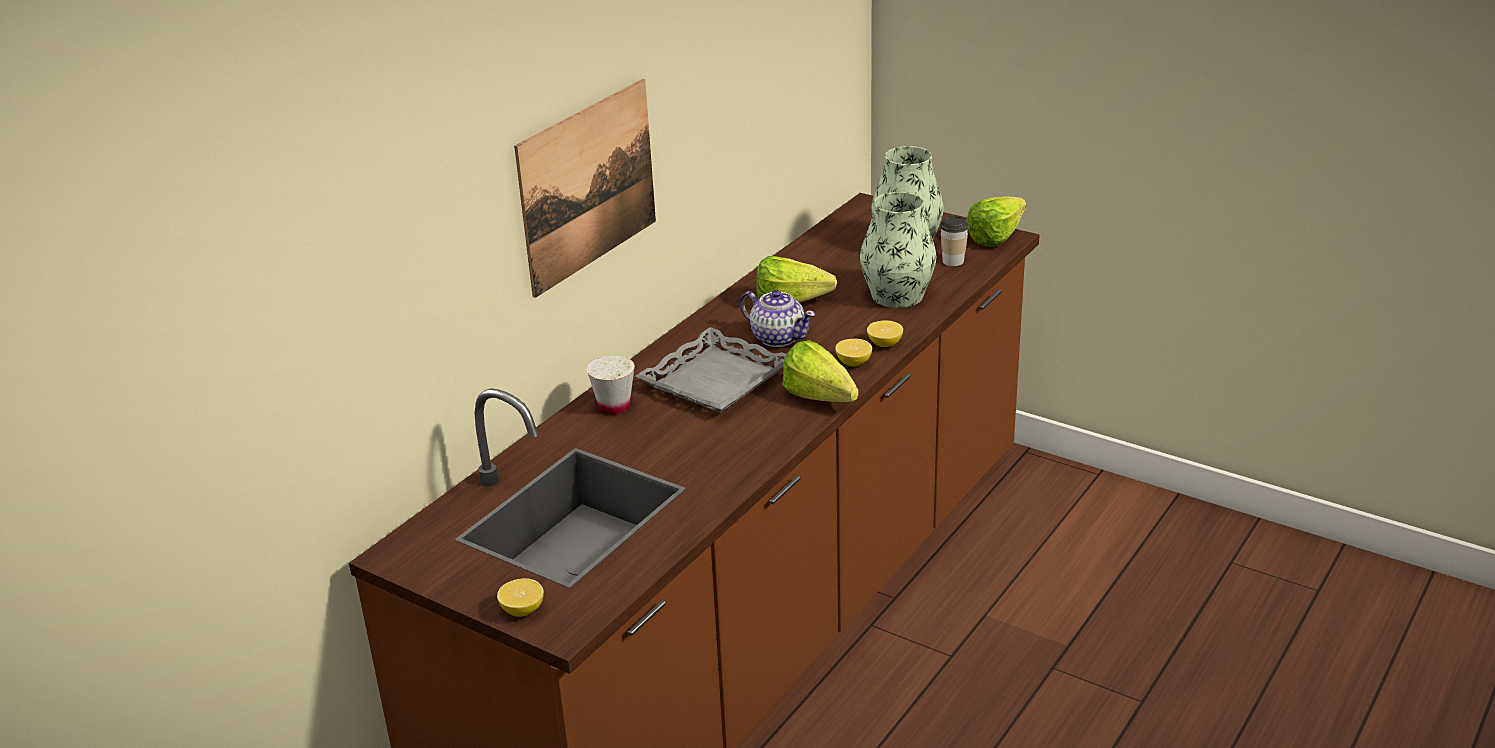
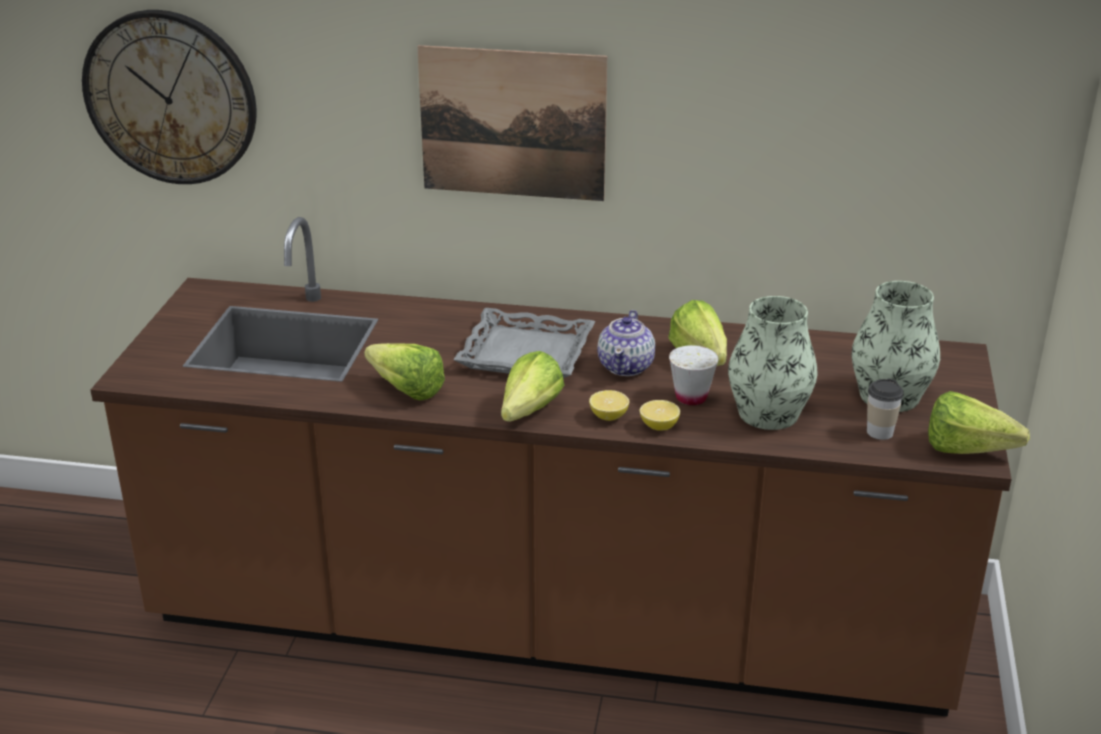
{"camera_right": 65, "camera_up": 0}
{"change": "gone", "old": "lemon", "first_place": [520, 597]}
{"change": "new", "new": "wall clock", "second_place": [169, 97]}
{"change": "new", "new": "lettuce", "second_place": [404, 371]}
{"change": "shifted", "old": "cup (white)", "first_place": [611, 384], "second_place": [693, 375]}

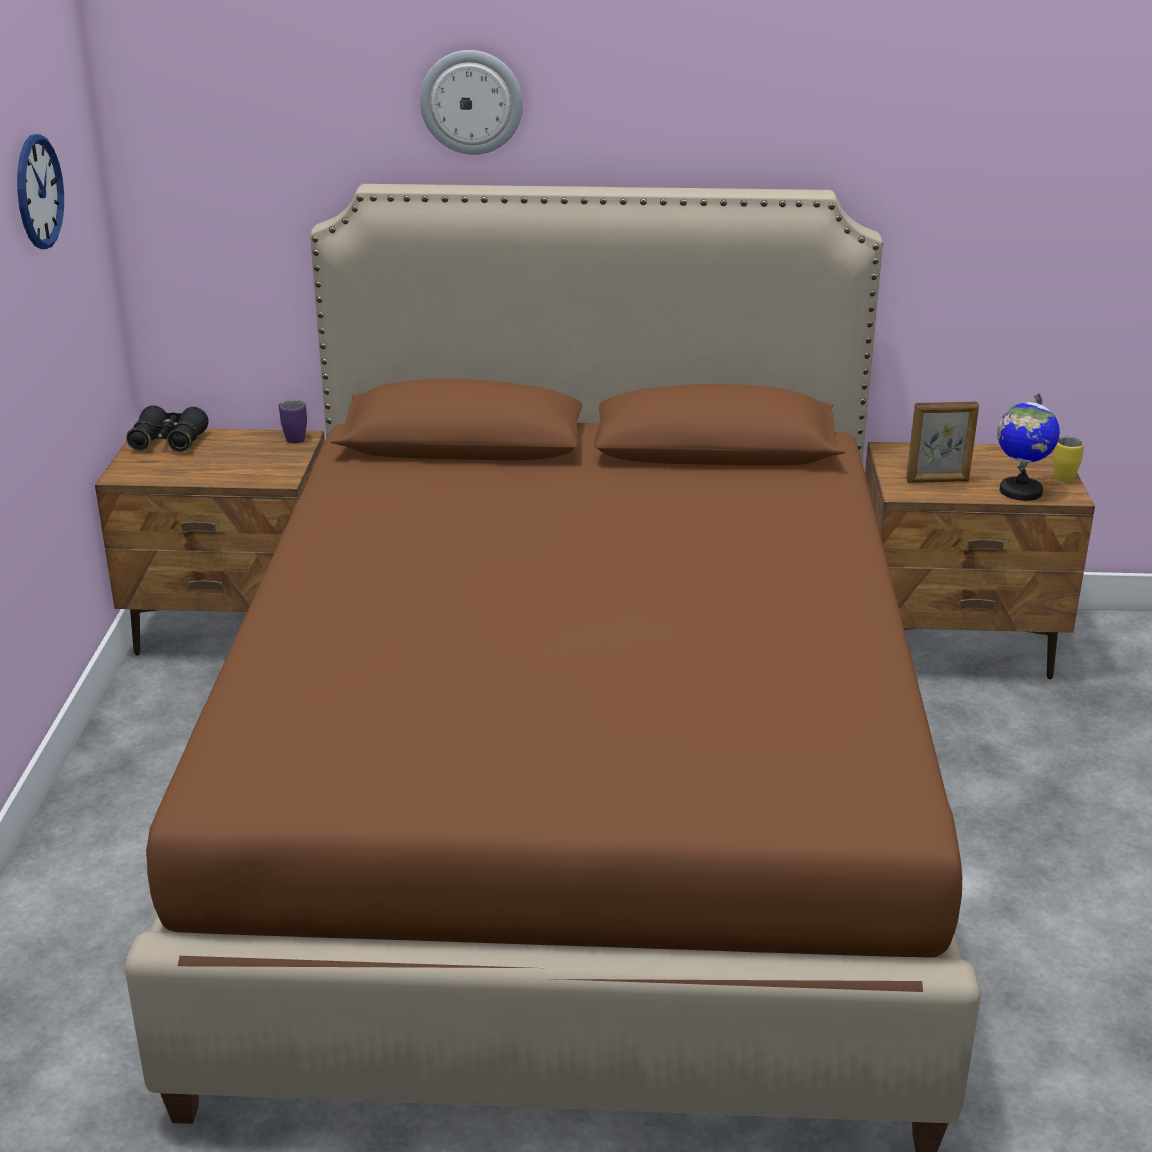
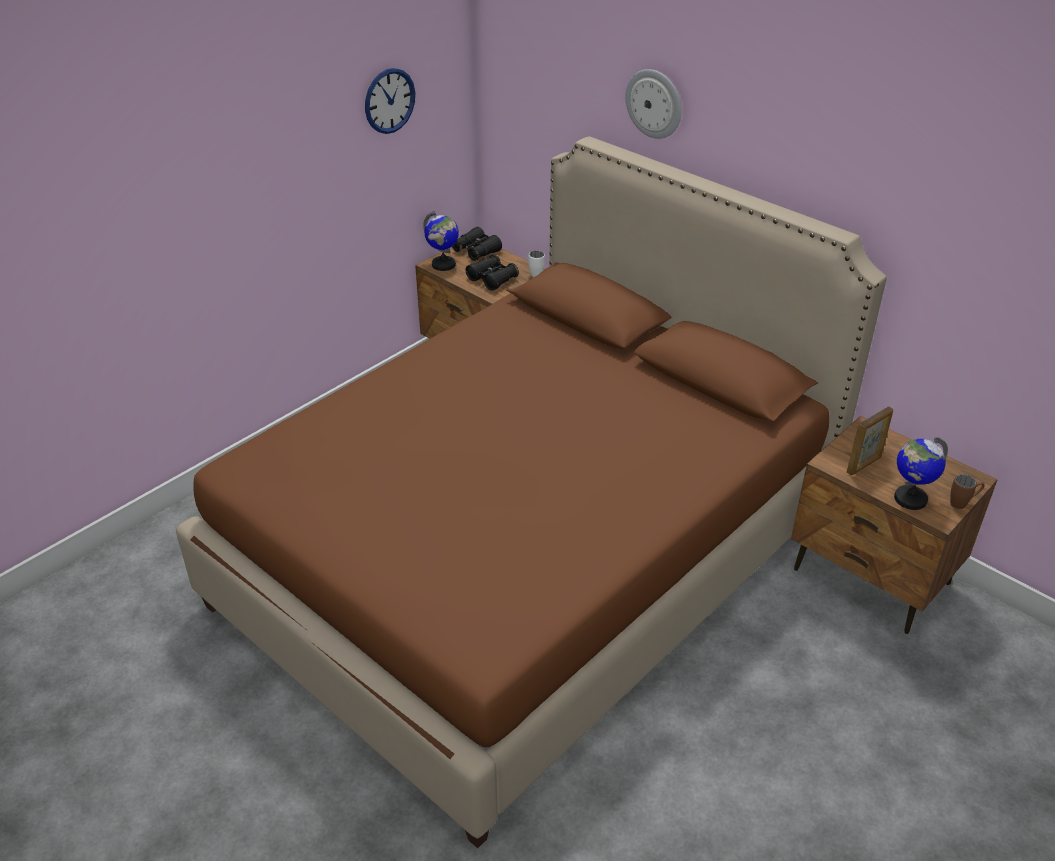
{"camera_right": 40, "camera_up": 10}
{"change": "new", "new": "globe", "second_place": [441, 241]}
{"change": "new", "new": "binoculars (black)", "second_place": [492, 272]}
{"change": "repainted", "old": "mug (purple)", "new": "mug (white)", "first_place": [293, 421], "second_place": [537, 263]}
{"change": "repainted", "old": "mug (yellow)", "new": "mug (brown)", "first_place": [1068, 459], "second_place": [967, 491]}
{"change": "rotated", "old": "picture frame", "first_place": [942, 442], "second_place": [870, 441], "degrees": -75}

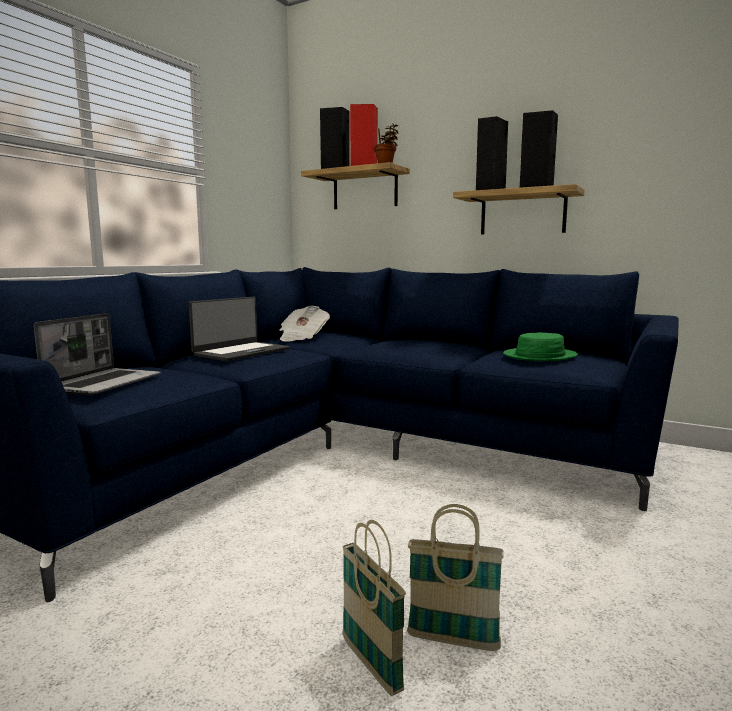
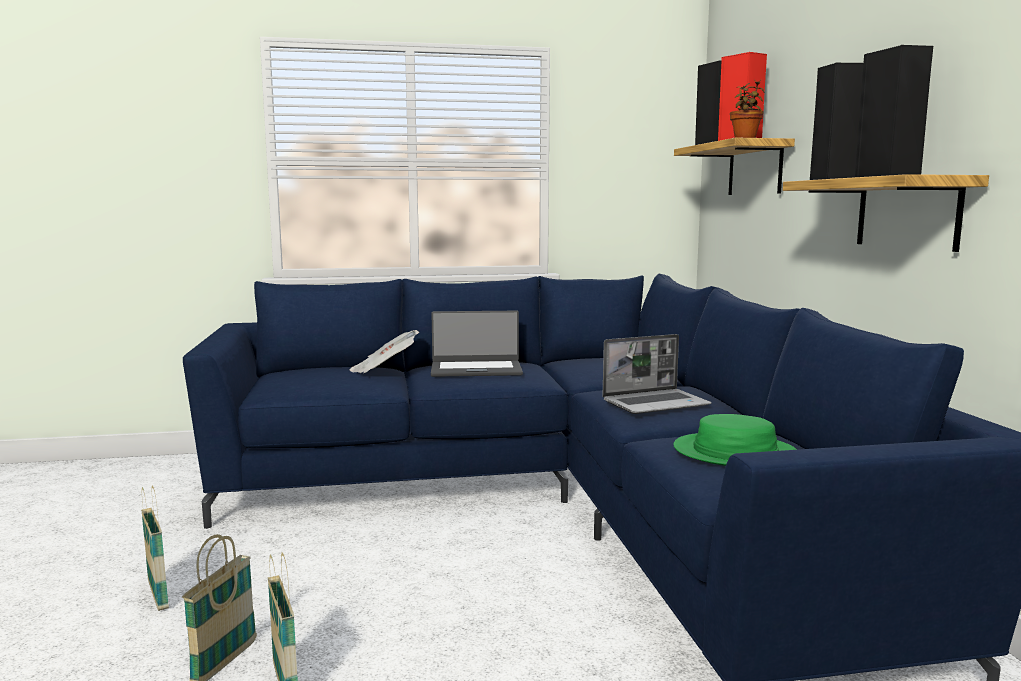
{"camera_right": 50, "camera_up": 0}
{"change": "new", "new": "basket", "second_place": [155, 548]}
{"change": "shifted", "old": "laptop", "first_place": [97, 354], "second_place": [657, 374]}
{"change": "shifted", "old": "newspaper", "first_place": [304, 324], "second_place": [384, 351]}

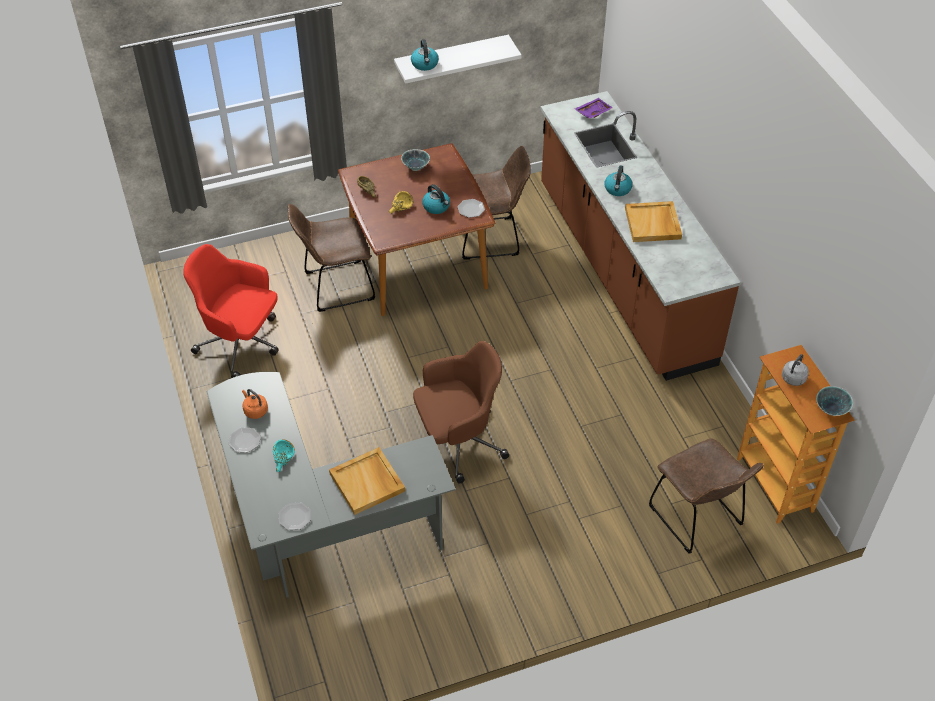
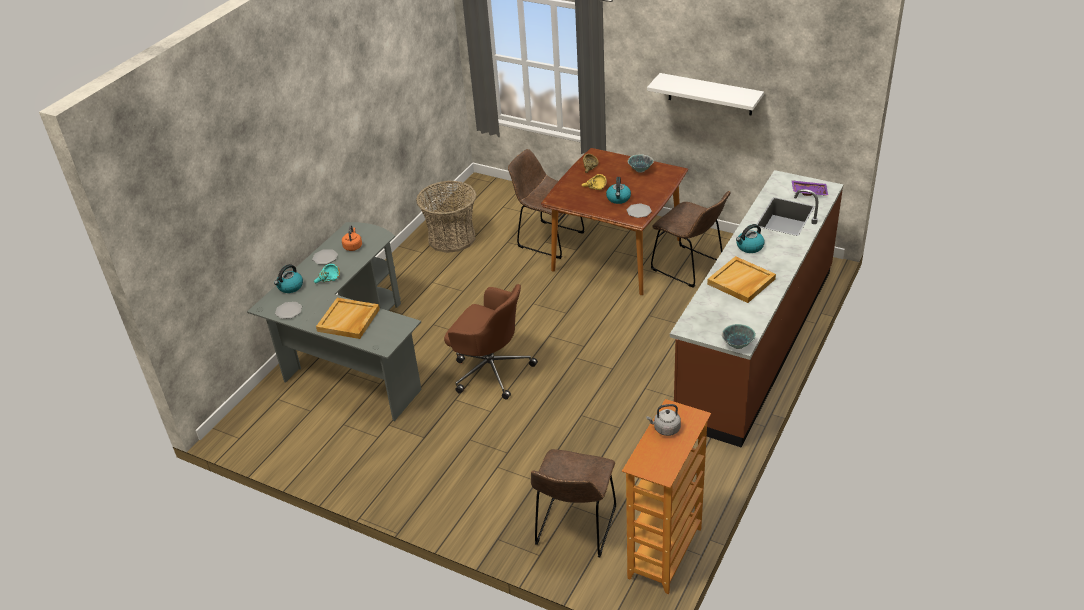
{"camera_right": 50, "camera_up": -10}
{"change": "shifted", "old": "kettle", "first_place": [425, 55], "second_place": [288, 278]}
{"change": "shifted", "old": "bowl", "first_place": [834, 401], "second_place": [738, 336]}
{"change": "swapped", "old": "office chair (red)", "new": "basket", "first_place": [231, 311], "second_place": [446, 217]}

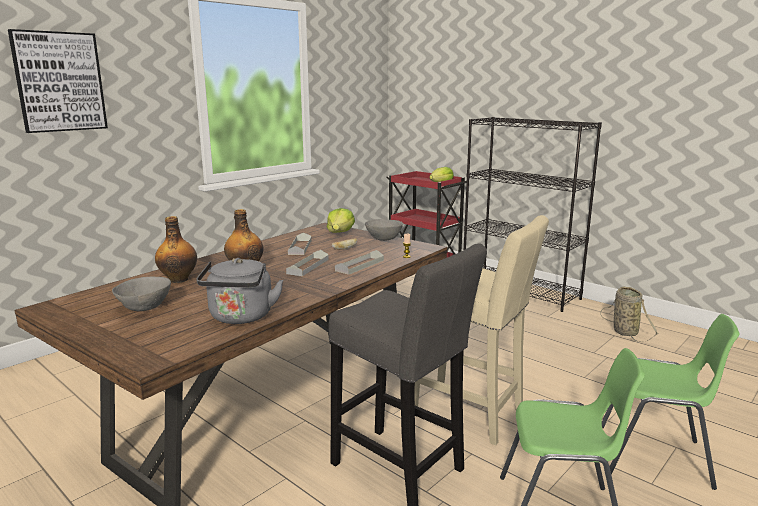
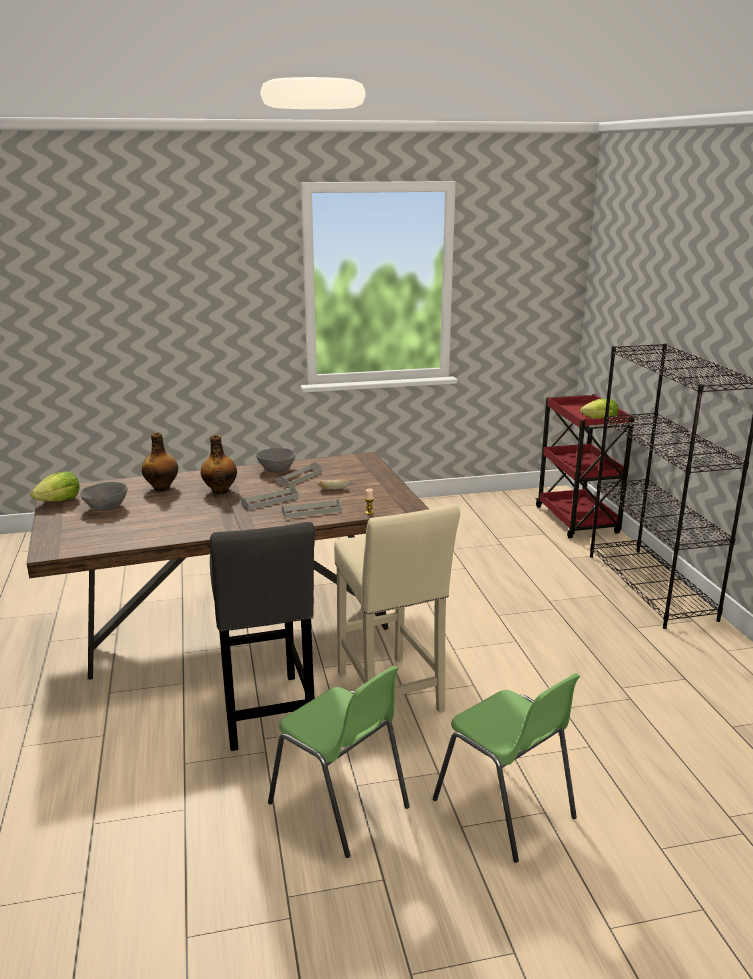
{"camera_right": 35, "camera_up": 5}
{"change": "gone", "old": "picture", "first_place": [58, 81]}
{"change": "gone", "old": "kettle (grey)", "first_place": [240, 291]}
{"change": "gone", "old": "basket", "first_place": [629, 314]}
{"change": "shifted", "old": "lettuce", "first_place": [341, 220], "second_place": [55, 486]}
{"change": "shifted", "old": "bowl (grey)", "first_place": [384, 230], "second_place": [276, 460]}

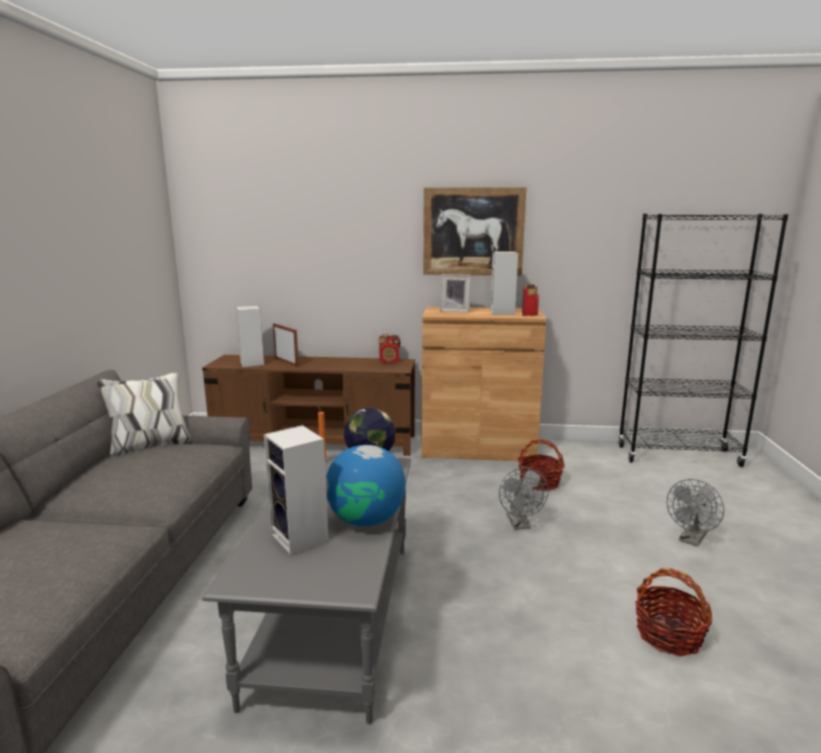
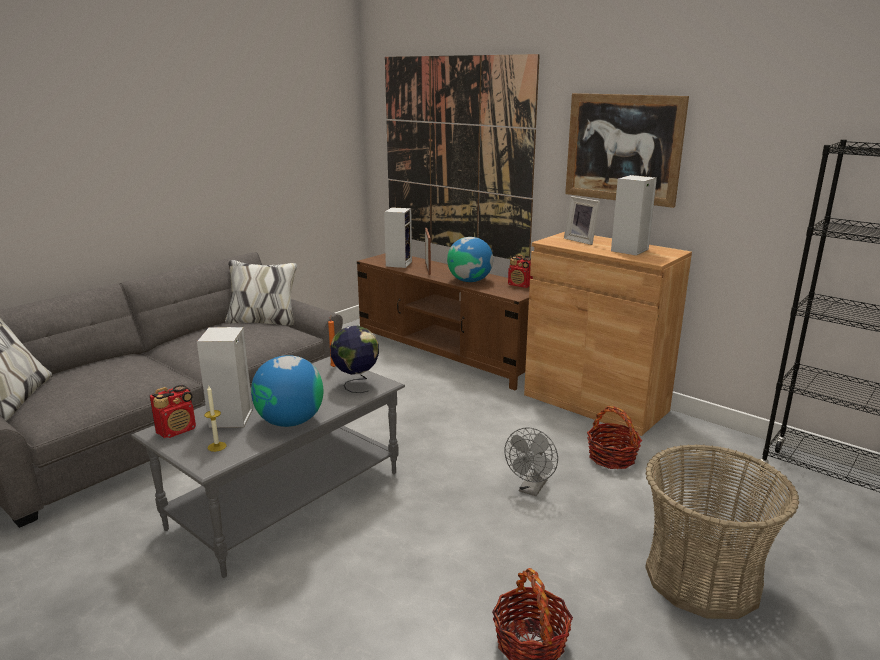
{"camera_right": 35, "camera_up": 5}
{"change": "new", "new": "candle", "second_place": [215, 419]}
{"change": "new", "new": "picture", "second_place": [462, 156]}
{"change": "new", "new": "globe", "second_place": [470, 259]}
{"change": "shifted", "old": "radio", "first_place": [530, 300], "second_place": [173, 411]}
{"change": "swapped", "old": "fan (grey)", "new": "basket", "first_place": [695, 513], "second_place": [722, 531]}

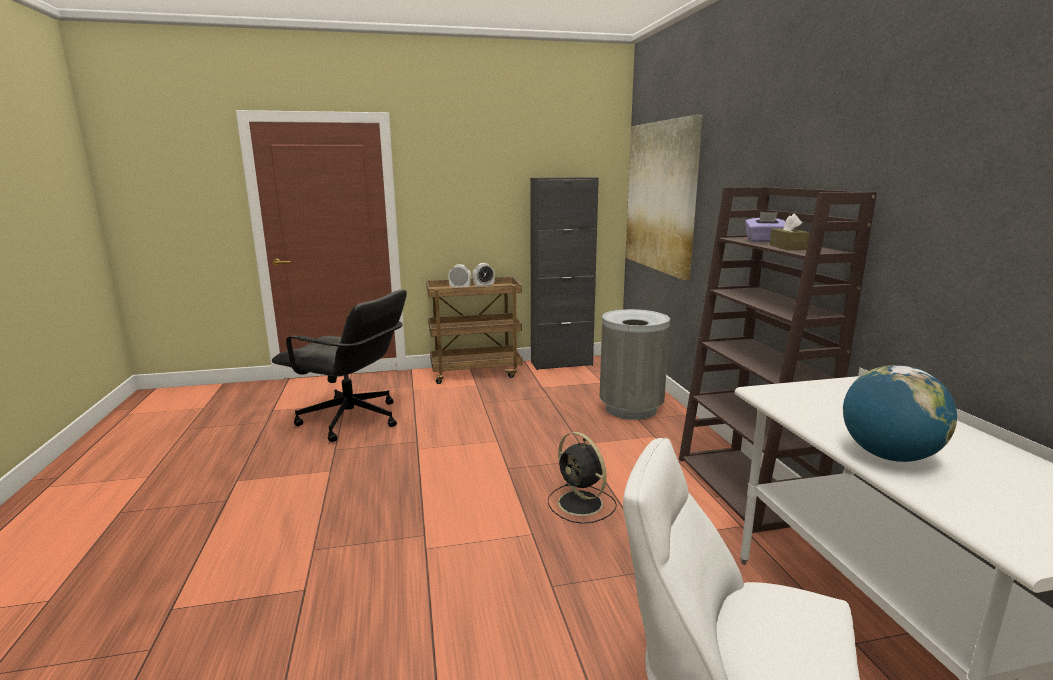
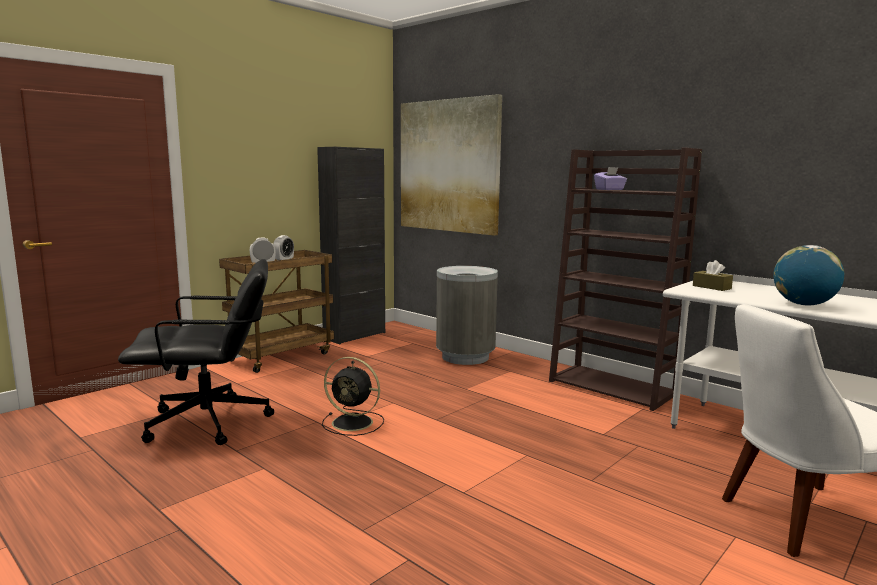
{"camera_right": -35, "camera_up": -5}
{"change": "shifted", "old": "fan (black)", "first_place": [582, 478], "second_place": [353, 396]}
{"change": "shifted", "old": "tissue box (brown)", "first_place": [789, 231], "second_place": [713, 275]}

